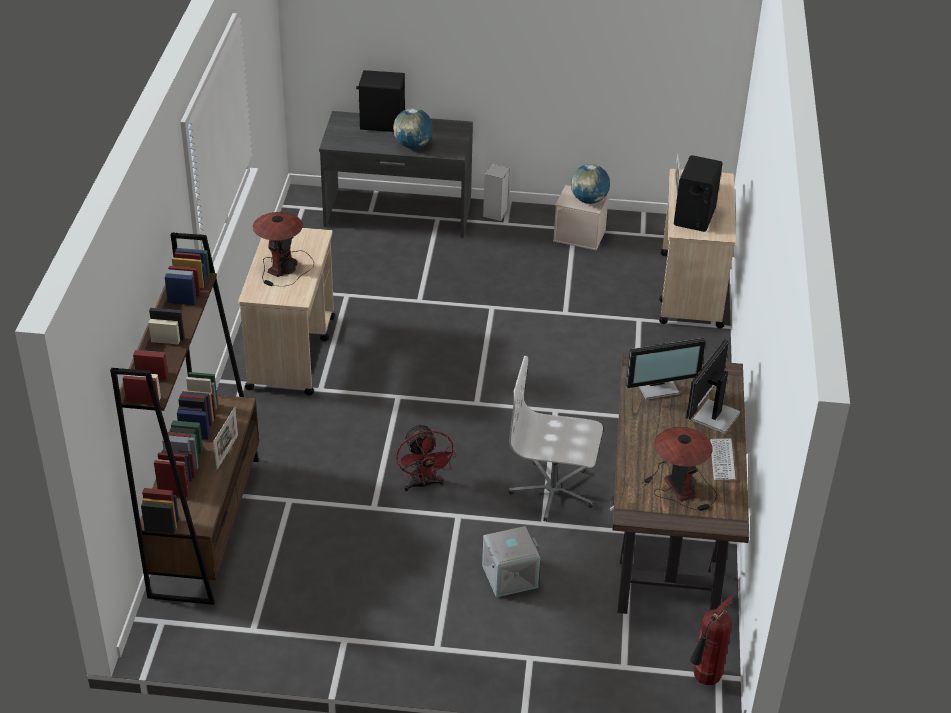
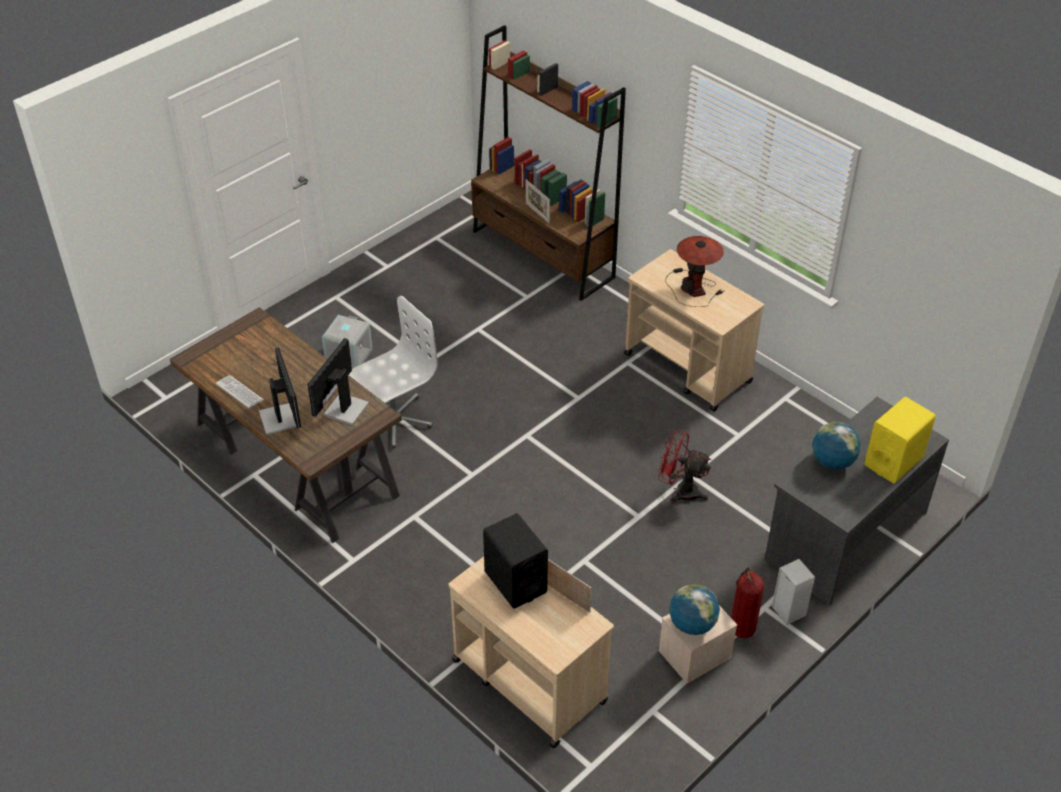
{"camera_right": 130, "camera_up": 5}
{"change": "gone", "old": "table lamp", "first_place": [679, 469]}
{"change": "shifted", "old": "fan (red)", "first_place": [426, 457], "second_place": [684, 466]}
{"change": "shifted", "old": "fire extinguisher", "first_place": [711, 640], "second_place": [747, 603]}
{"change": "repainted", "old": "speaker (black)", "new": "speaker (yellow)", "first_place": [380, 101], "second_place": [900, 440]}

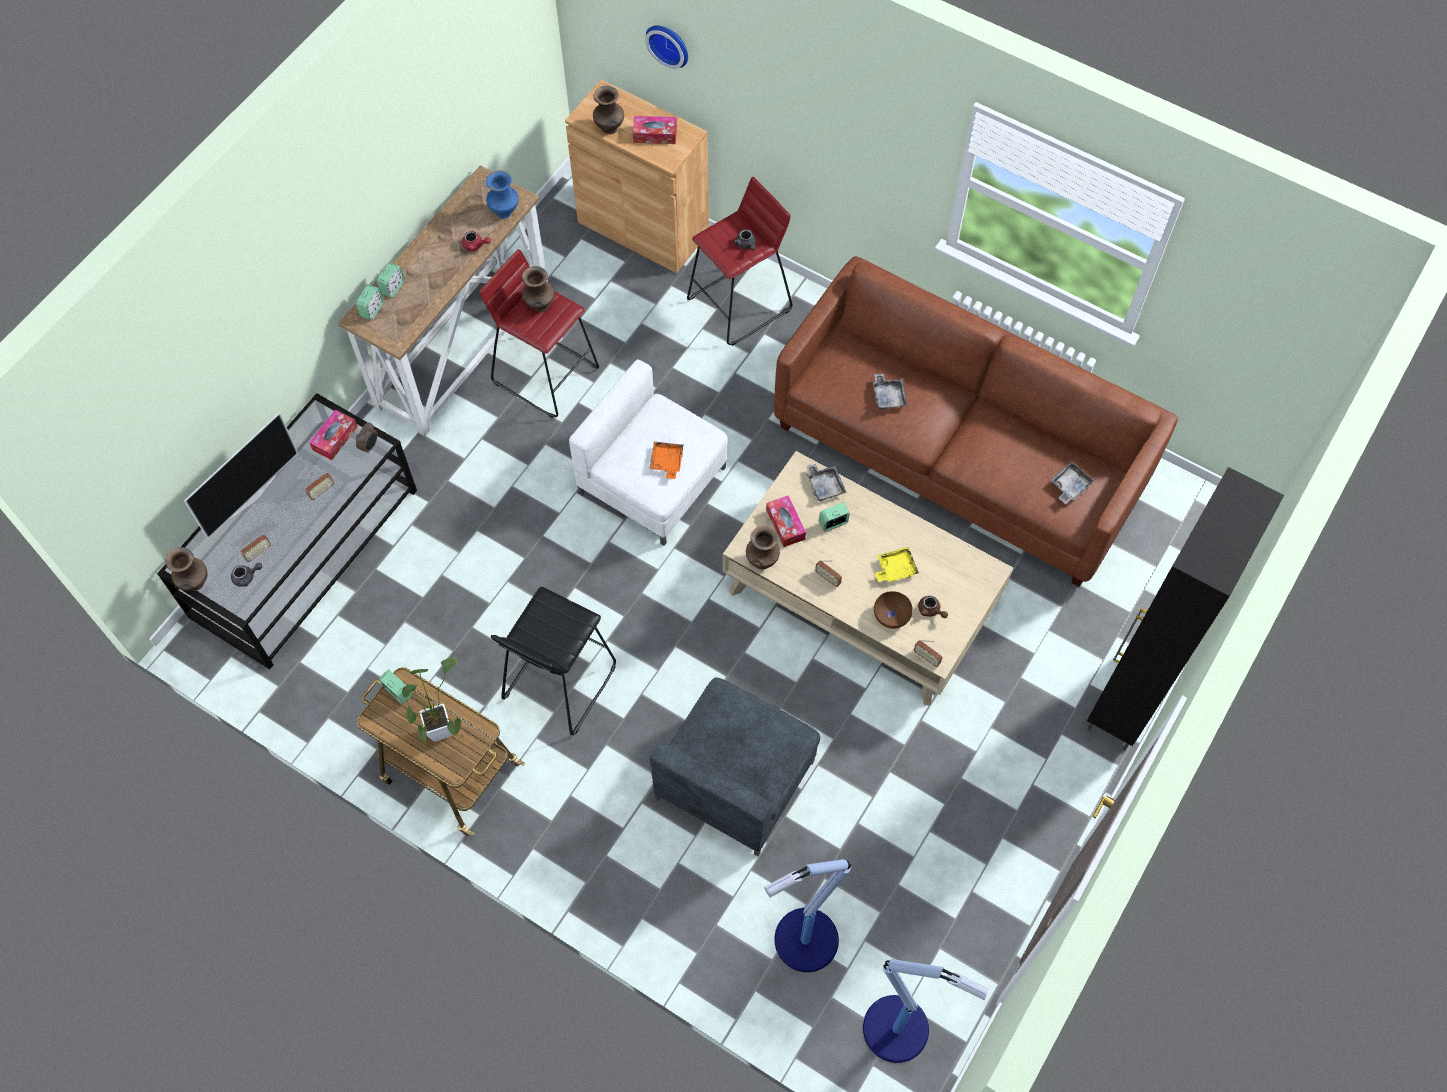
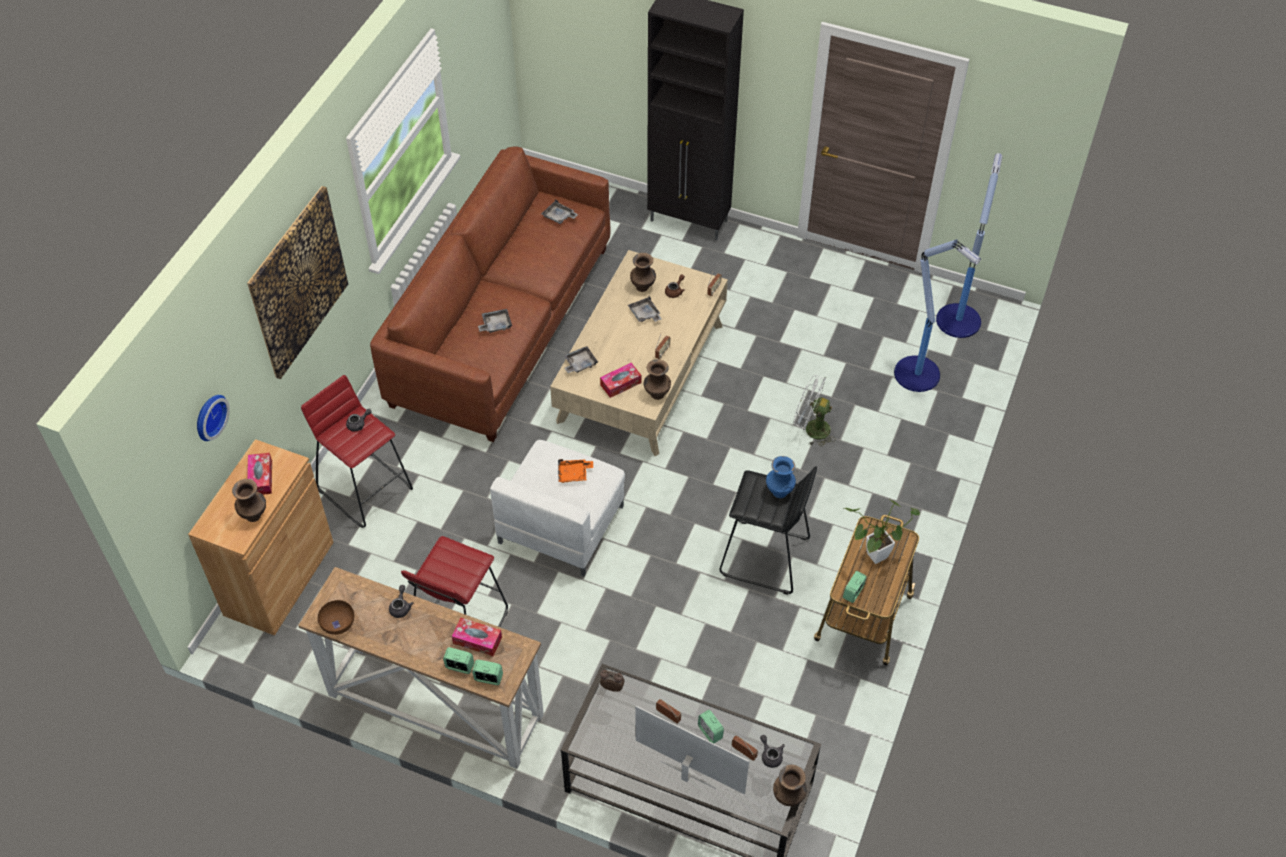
{"camera_right": -100, "camera_up": -10}
{"change": "new", "new": "picture", "second_place": [297, 282]}
{"change": "shifted", "old": "tissue box", "first_place": [333, 434], "second_place": [477, 637]}
{"change": "shifted", "old": "vase (blue)", "first_place": [502, 194], "second_place": [781, 477]}
{"change": "shifted", "old": "vase (brown)", "first_place": [538, 289], "second_place": [643, 272]}
{"change": "shifted", "old": "alarm clock", "first_place": [834, 517], "second_place": [711, 726]}
{"change": "shifted", "old": "bowl (brown)", "first_place": [893, 610], "second_place": [336, 617]}
{"change": "swapped", "old": "armchair (grey)", "new": "fan (white)", "first_place": [735, 766], "second_place": [815, 411]}
{"change": "repainted", "old": "teapot (red)", "new": "teapot (grey)", "first_place": [476, 241], "second_place": [401, 601]}
{"change": "repainted", "old": "tray (yellow)", "new": "tray (grey)", "first_place": [897, 564], "second_place": [644, 309]}

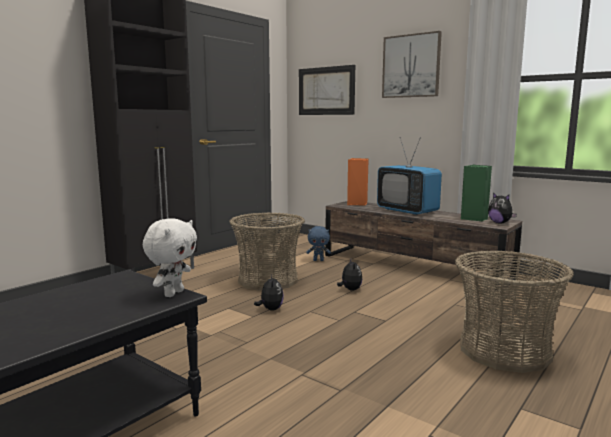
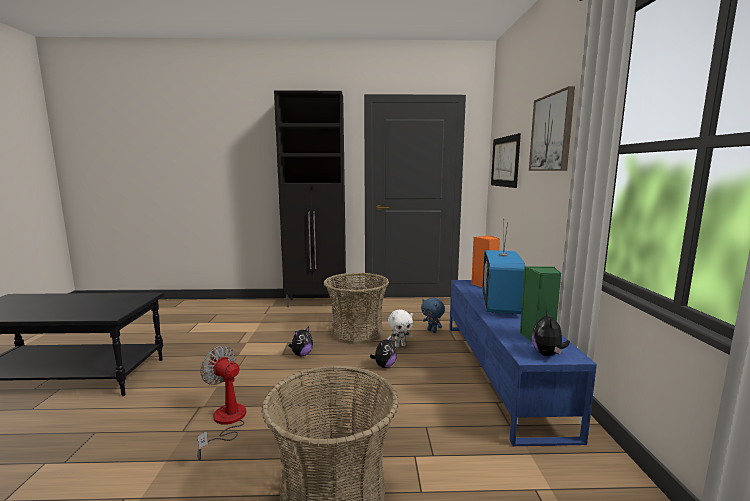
{"camera_right": 50, "camera_up": 0}
{"change": "new", "new": "fan", "second_place": [221, 403]}
{"change": "shifted", "old": "plush toy (white)", "first_place": [170, 257], "second_place": [400, 328]}
{"change": "repainted", "old": "tv stand (brown)", "new": "tv stand (blue)", "first_place": [423, 245], "second_place": [523, 363]}

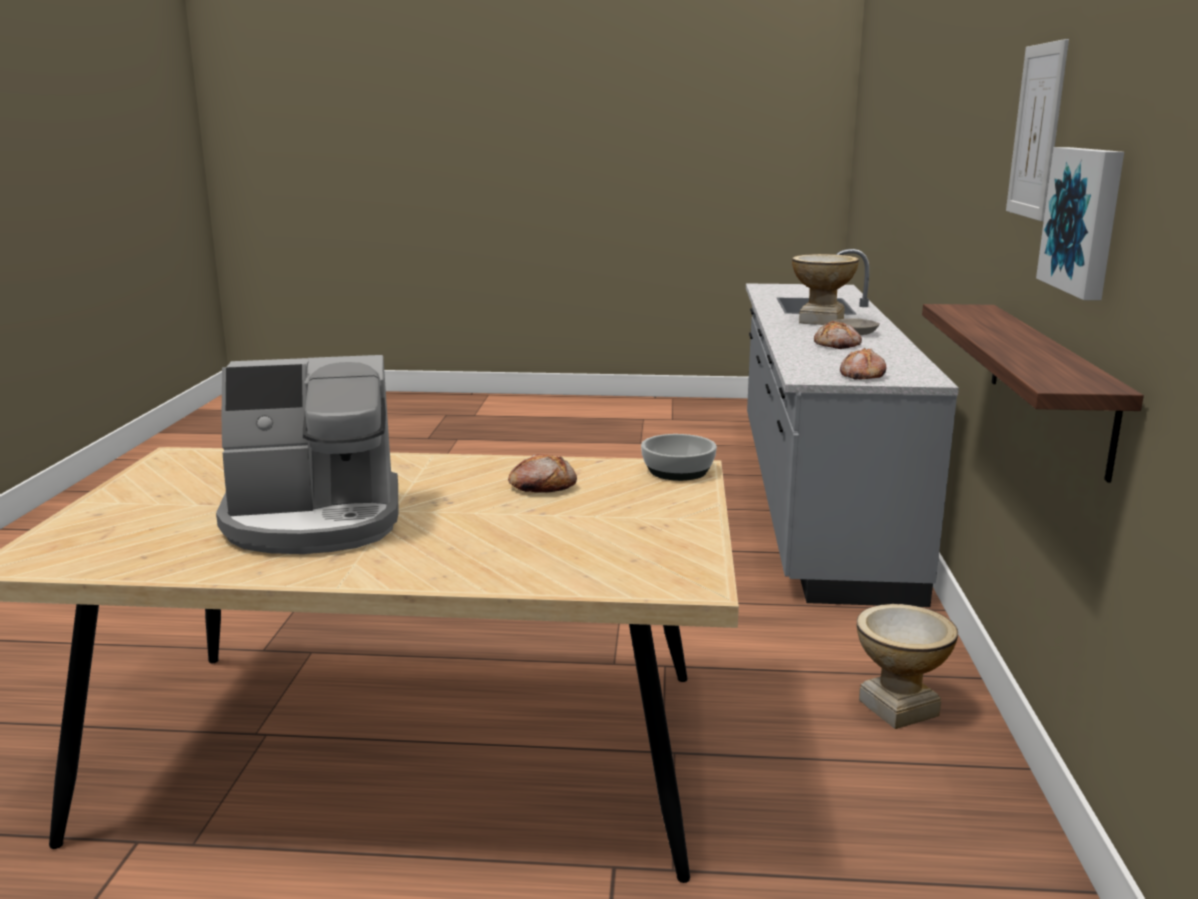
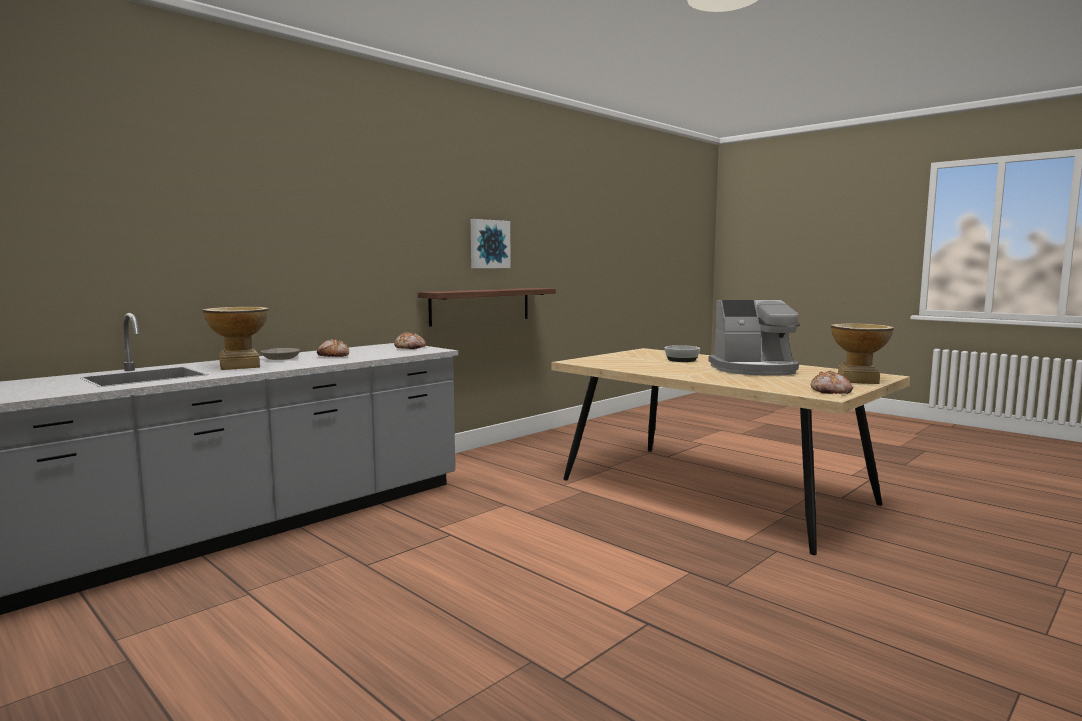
{"camera_right": -140, "camera_up": -10}
{"change": "gone", "old": "picture", "first_place": [1037, 130]}
{"change": "shifted", "old": "bread", "first_place": [542, 473], "second_place": [832, 382]}
{"change": "shifted", "old": "bowl", "first_place": [679, 457], "second_place": [682, 353]}
{"change": "shifted", "old": "vase", "first_place": [907, 666], "second_place": [862, 353]}
{"change": "rotated", "old": "coffee machine", "first_place": [307, 454], "second_place": [754, 338], "degrees": 150}

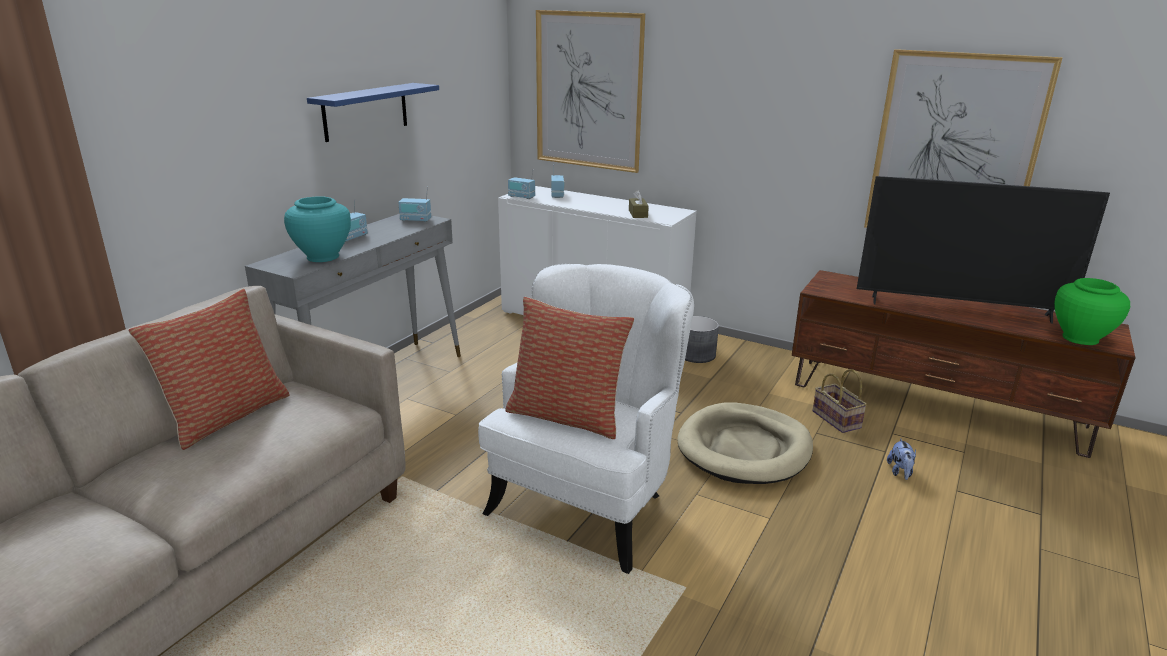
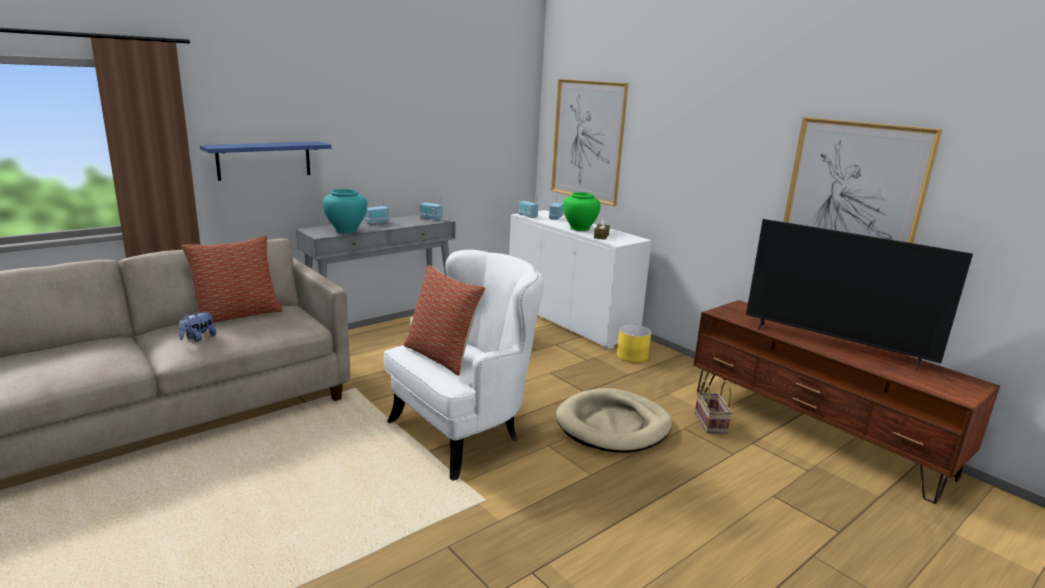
{"camera_right": 20, "camera_up": -5}
{"change": "shifted", "old": "shelf (blue)", "first_place": [373, 112], "second_place": [265, 161]}
{"change": "shifted", "old": "plush toy", "first_place": [901, 459], "second_place": [197, 327]}
{"change": "shifted", "old": "vase (green)", "first_place": [1092, 311], "second_place": [582, 211]}
{"change": "repainted", "old": "planter (grey)", "new": "planter (yellow)", "first_place": [702, 339], "second_place": [634, 343]}

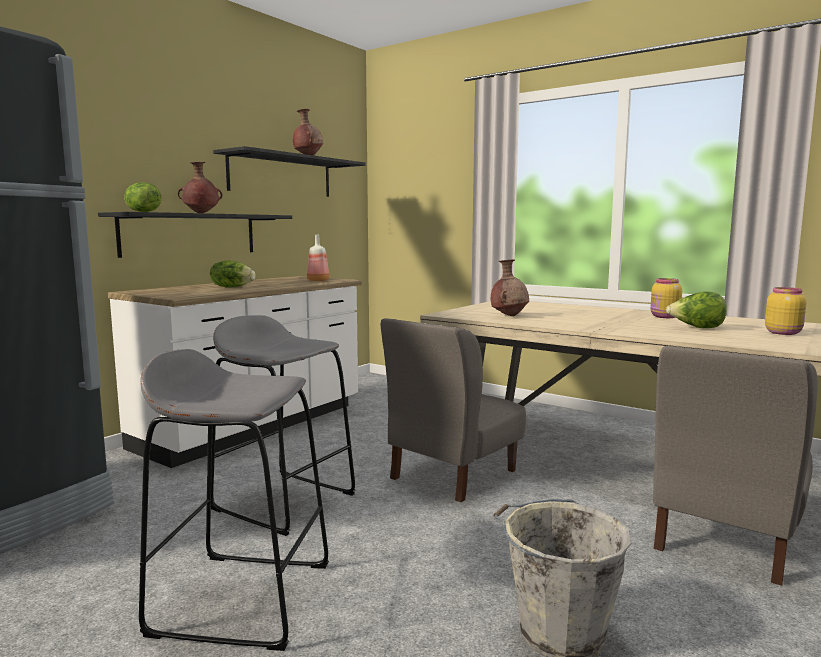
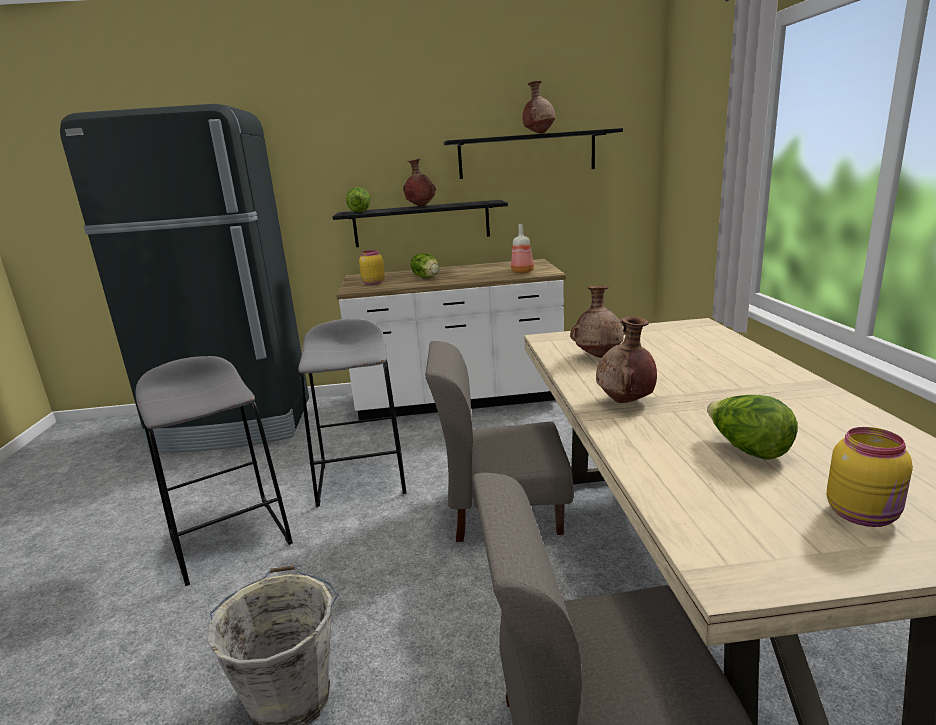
{"camera_right": 50, "camera_up": 10}
{"change": "new", "new": "vase (brown)", "second_place": [626, 359]}
{"change": "shifted", "old": "jar (yellow)", "first_place": [666, 298], "second_place": [372, 267]}

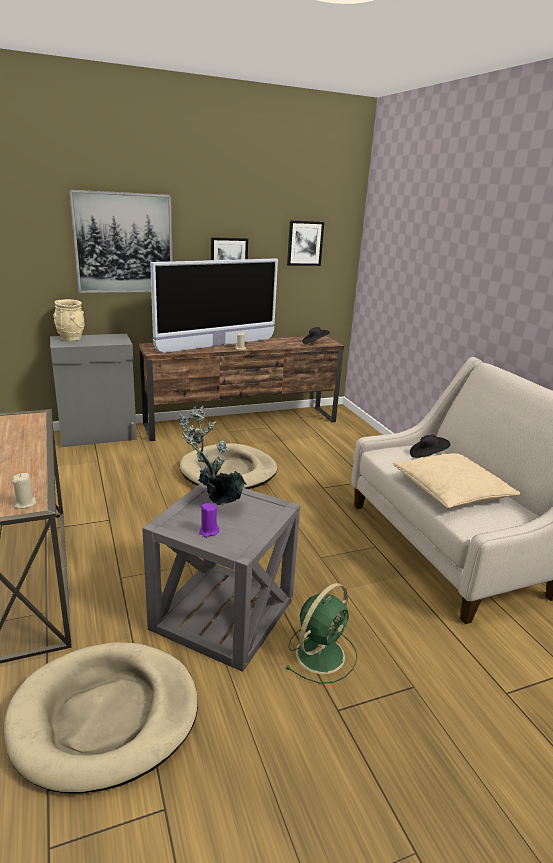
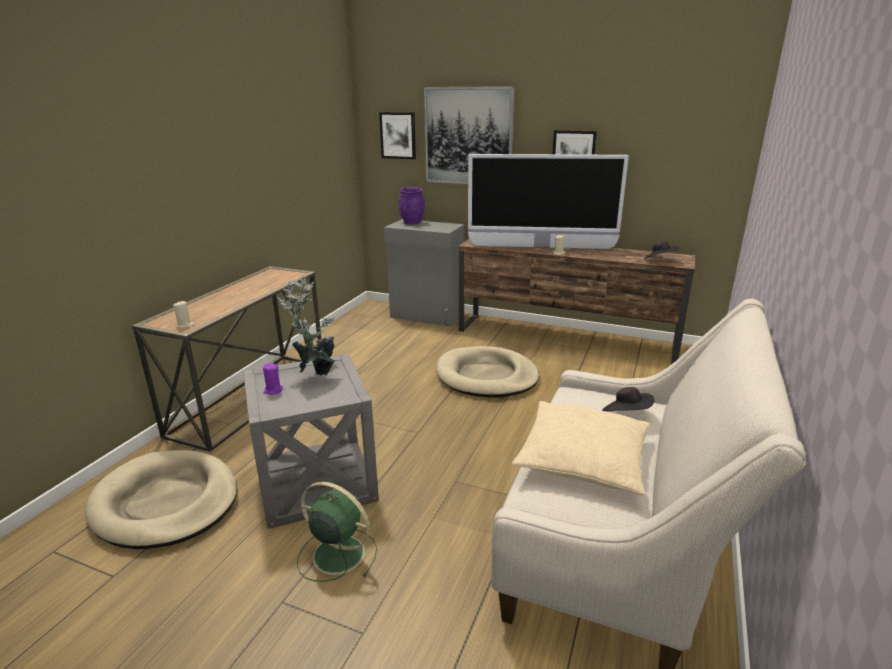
{"camera_right": 45, "camera_up": 0}
{"change": "shifted", "old": "picture", "first_place": [305, 243], "second_place": [397, 135]}
{"change": "repainted", "old": "vase (beige)", "new": "vase (purple)", "first_place": [69, 320], "second_place": [412, 205]}
{"change": "rotated", "old": "fan (green)", "first_place": [321, 633], "second_place": [337, 532], "degrees": -150}

